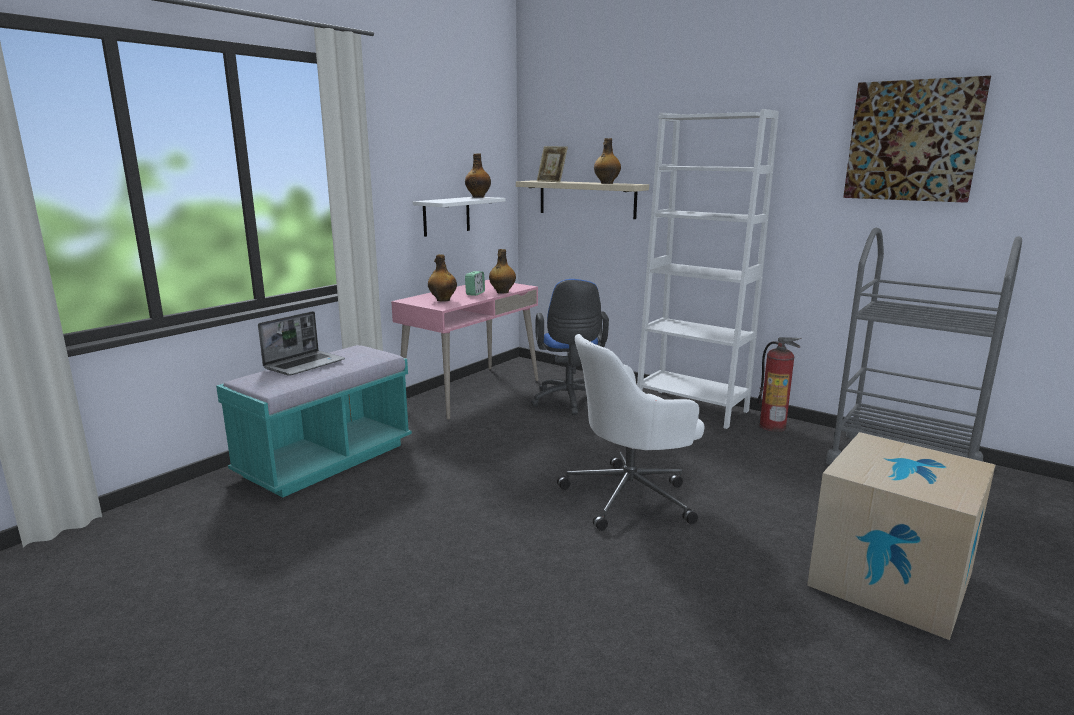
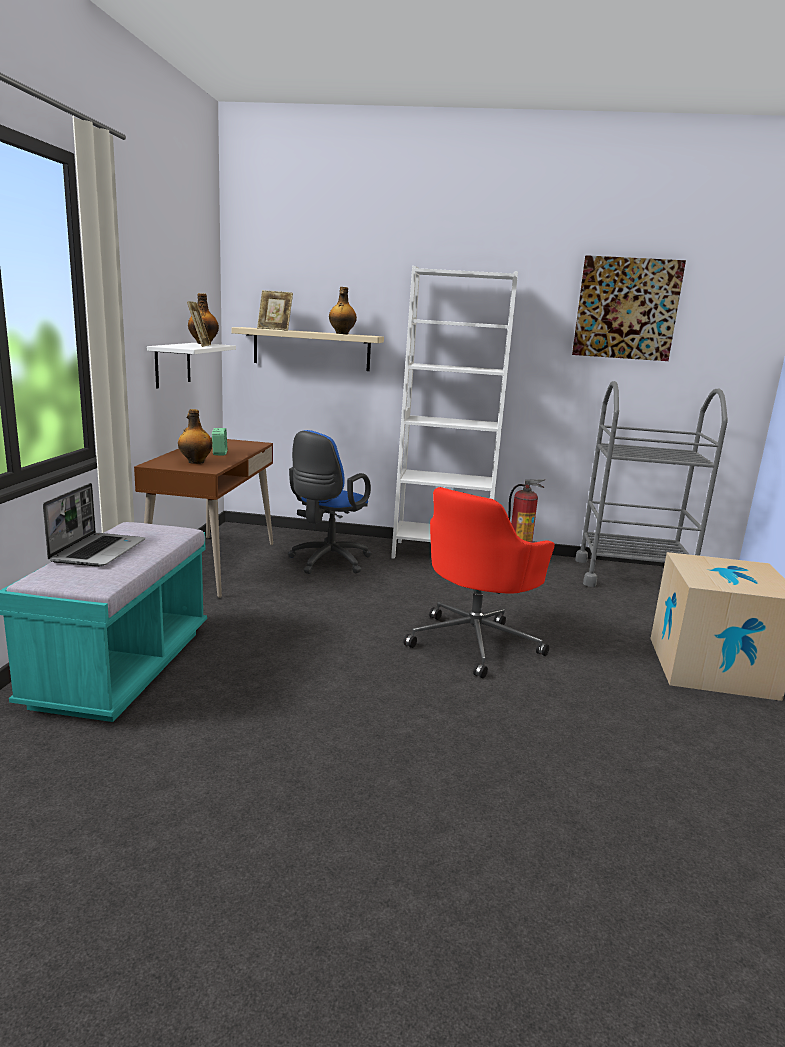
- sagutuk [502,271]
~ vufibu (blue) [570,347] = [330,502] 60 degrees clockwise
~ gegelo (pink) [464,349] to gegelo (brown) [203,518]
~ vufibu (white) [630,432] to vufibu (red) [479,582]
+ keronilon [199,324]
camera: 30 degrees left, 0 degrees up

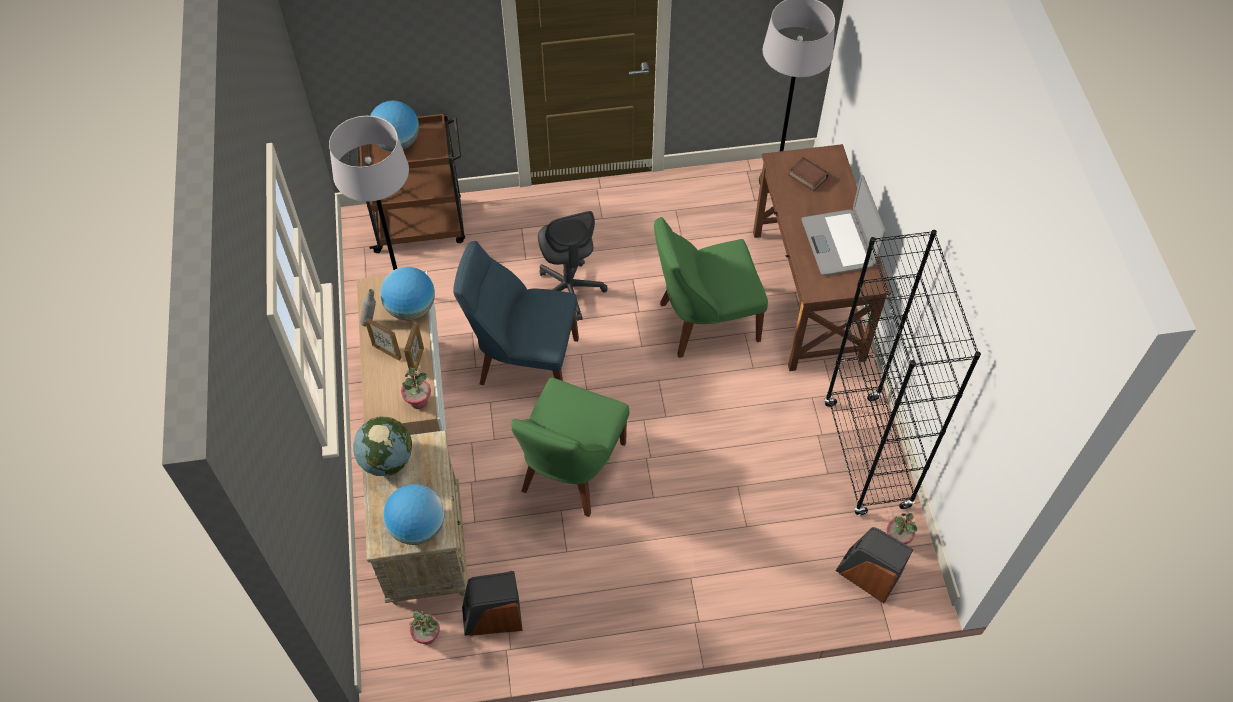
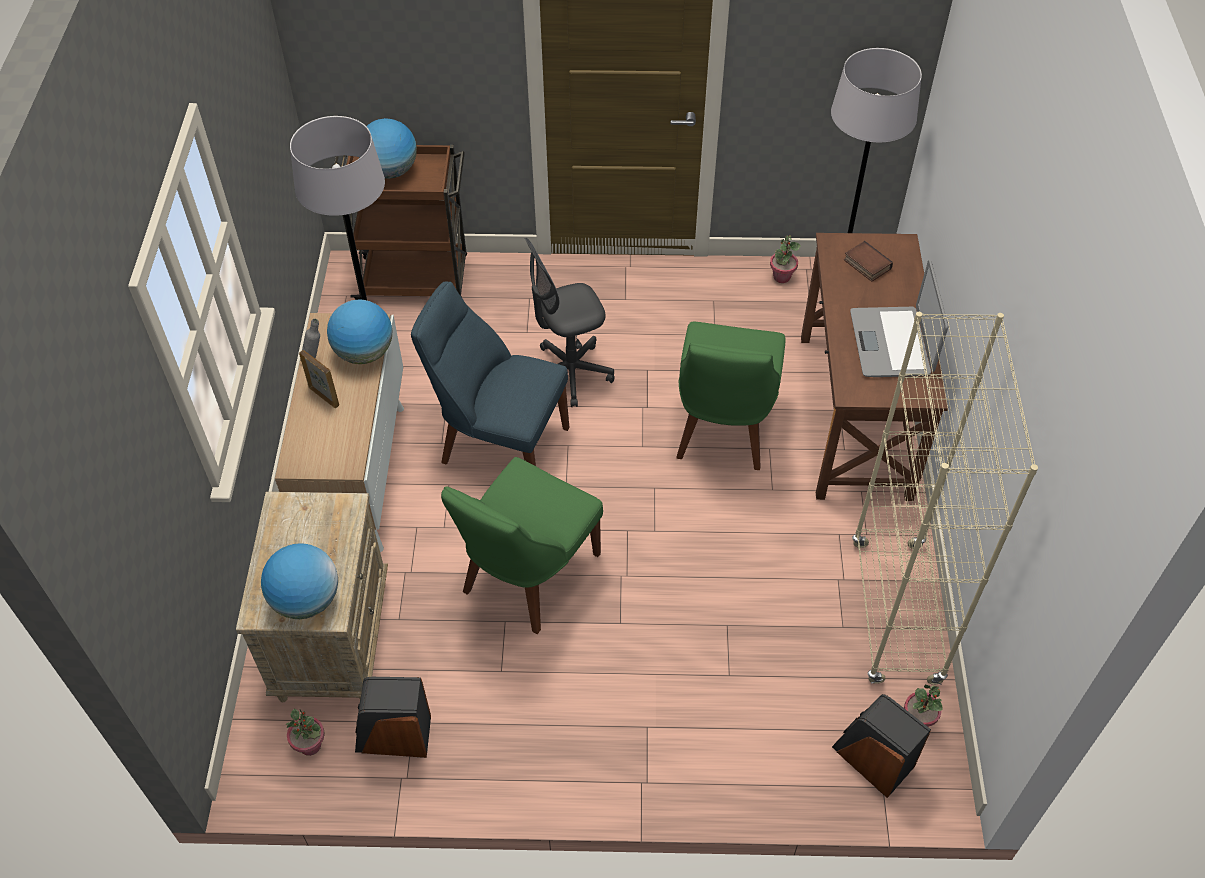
~ vufibu (grey) [572,266] = [570,322] 75 degrees clockwise
~ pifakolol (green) [711,287] = [731,396] 75 degrees counterclockwise
~ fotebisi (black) [902,373] to fotebisi (beige) [945,498]
- keronilon [414,347]
~ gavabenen [416,388] to [785,259]
- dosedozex [382,446]
camera: 10 degrees right, 5 degrees down

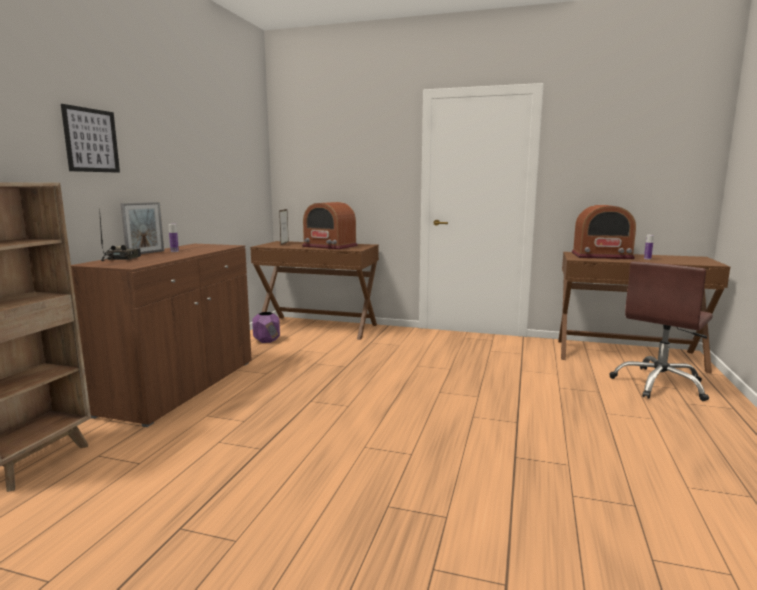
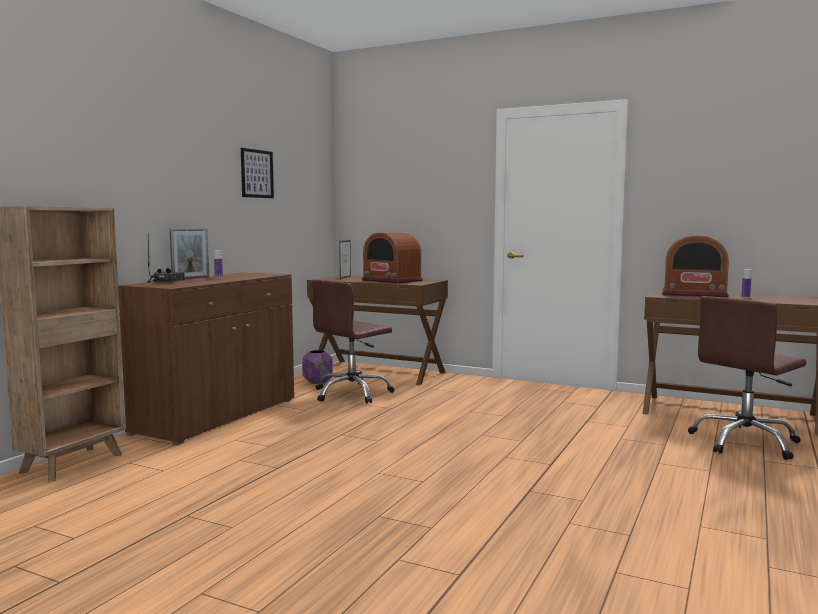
~ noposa [90,138] to [257,173]
+ vufibu (brown) [353,342]
camera: 10 degrees right, 5 degrees down

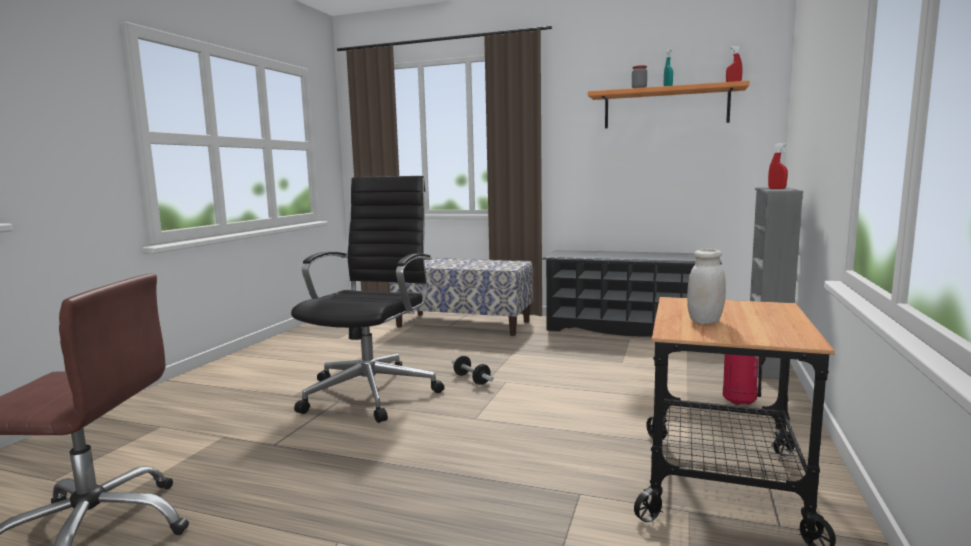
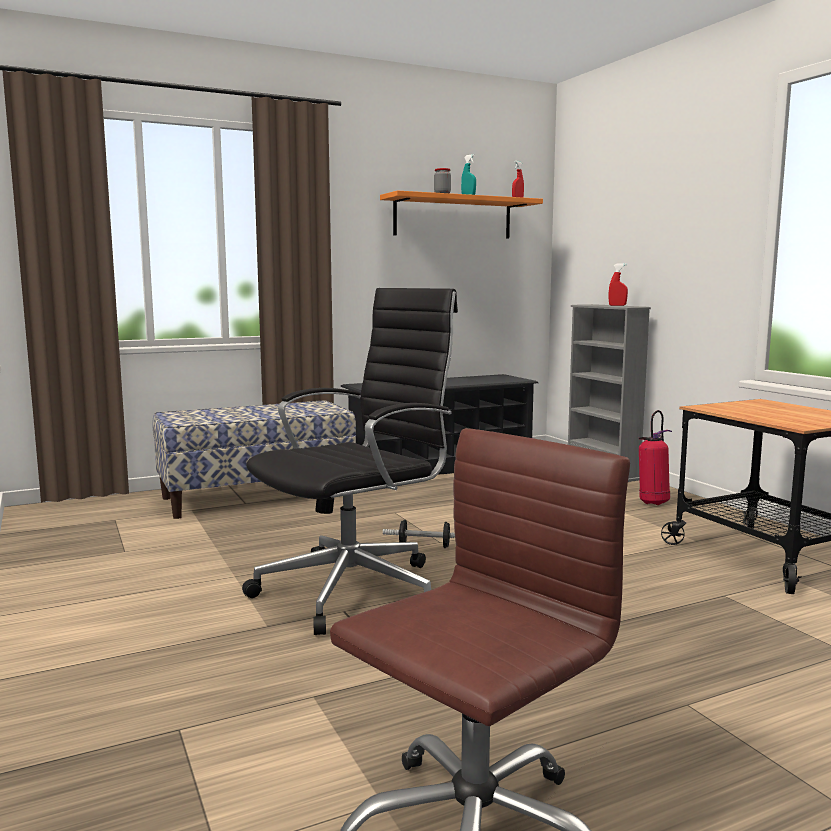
~ vufibu (black) [367,299] = [350,461] 75 degrees clockwise
- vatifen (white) [706,286]
camera: 45 degrees left, 0 degrees up

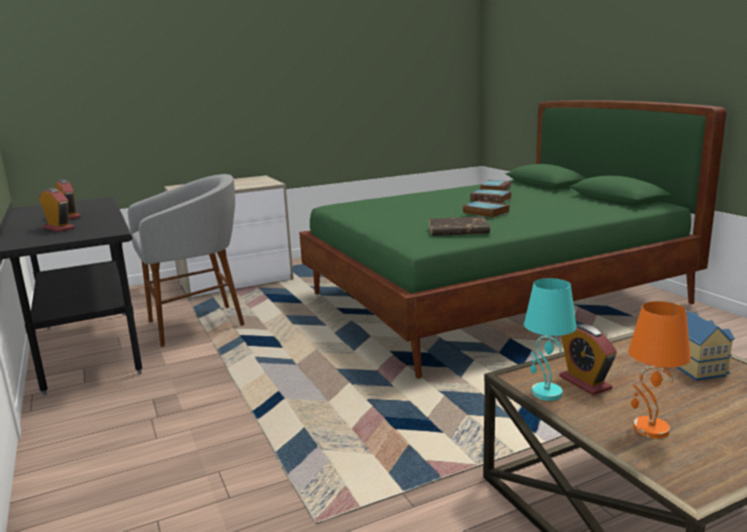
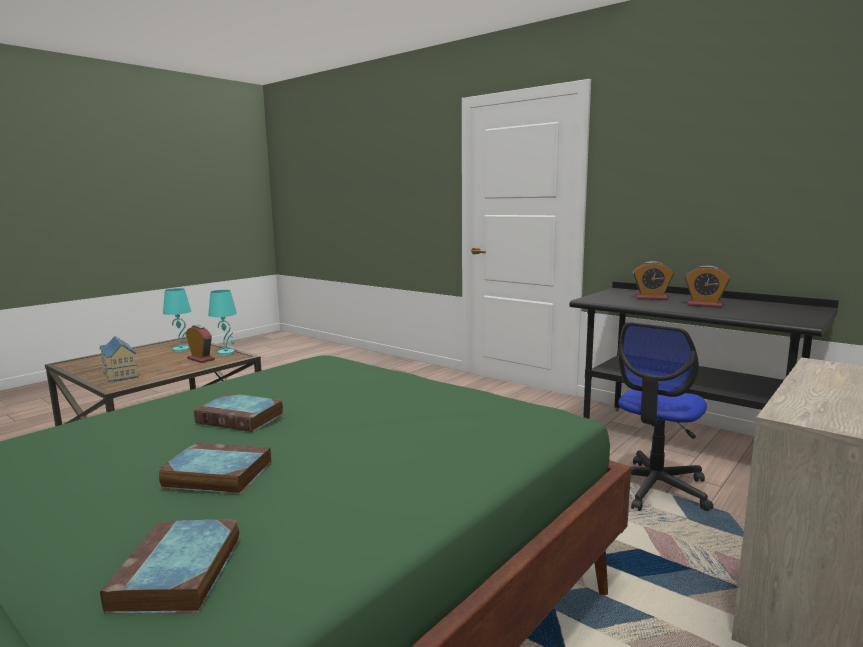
~ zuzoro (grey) [186,260] to vufibu [665,416]
- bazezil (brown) [459,226]
~ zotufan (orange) [659,370] to zotufan (turquoise) [177,320]
camera: 155 degrees right, 5 degrees down

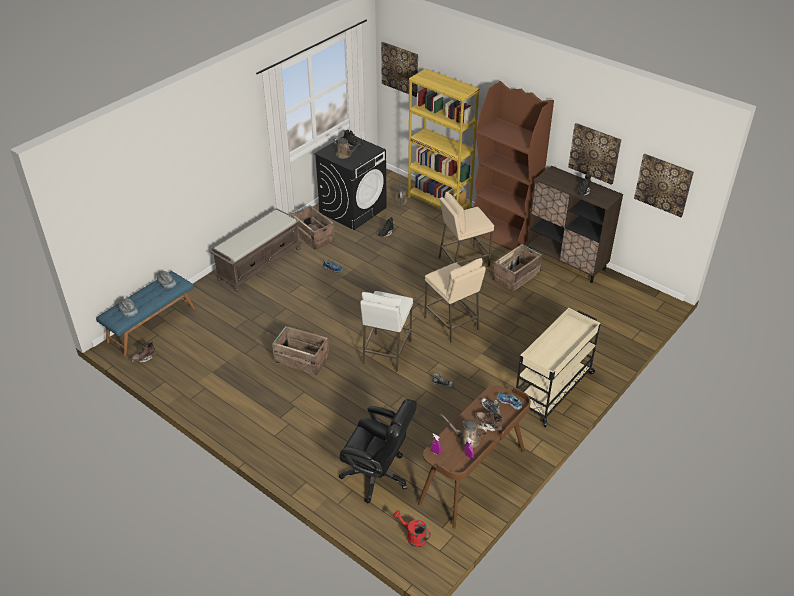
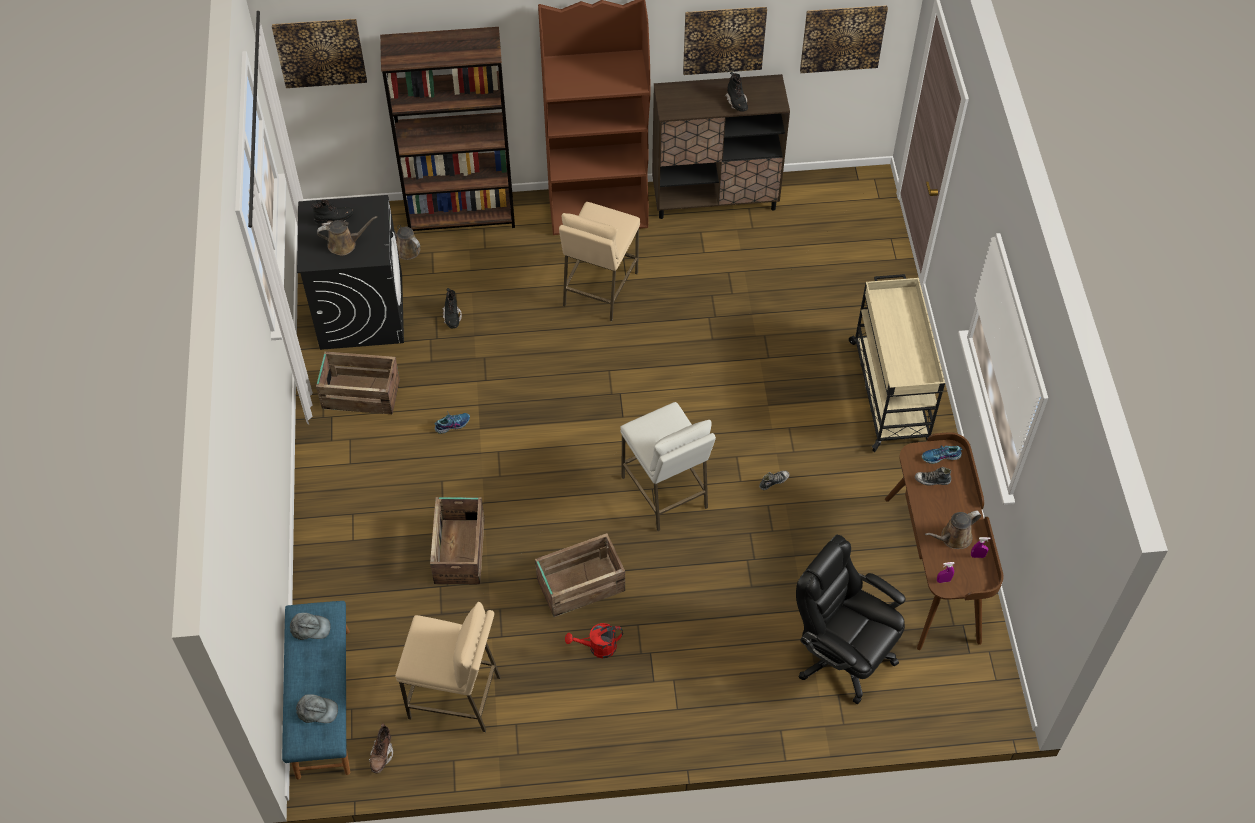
~ fotebisi (yellow) [444,139] to fotebisi (brown) [447,129]
- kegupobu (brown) [256,249]
~ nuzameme [517,268] to [457,540]
~ zuzoro (beige) [455,300] to [448,667]
~ vufibu (black) [378,451] = [850,619] 120 degrees counterclockwise
- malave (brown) [489,421]
~ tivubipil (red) [412,528] to [594,640]
camera: 45 degrees left, 15 degrees up

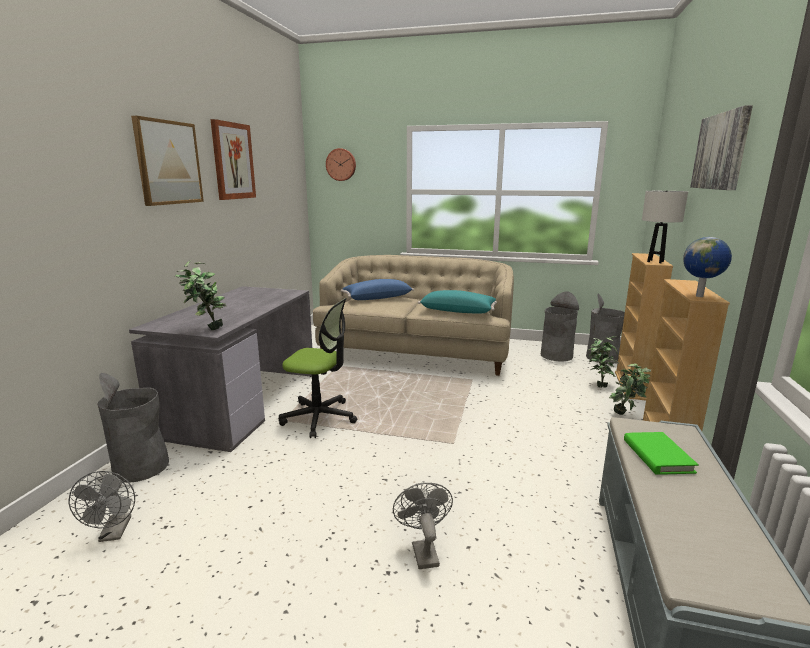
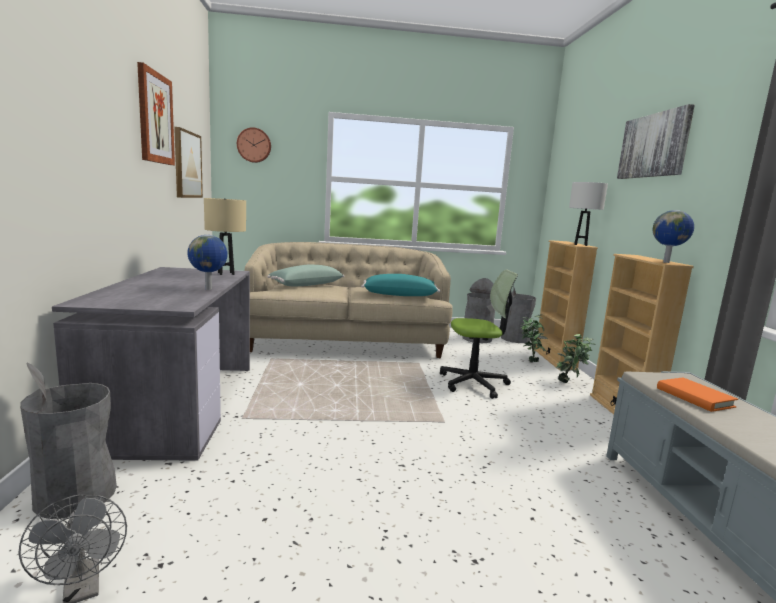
~ noposa [167,161] to [188,162]
- gavabenen [201,295]
~ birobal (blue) [377,289] to birobal (green) [305,275]
~ vufibu [318,368] to [479,334]
~ bazezil (green) [661,453] to bazezil (orange) [697,395]
- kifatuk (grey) [423,526]
+ zotufan (beige) [225,236]
+ dosedozex [207,262]
camera: 20 degrees left, 5 degrees down

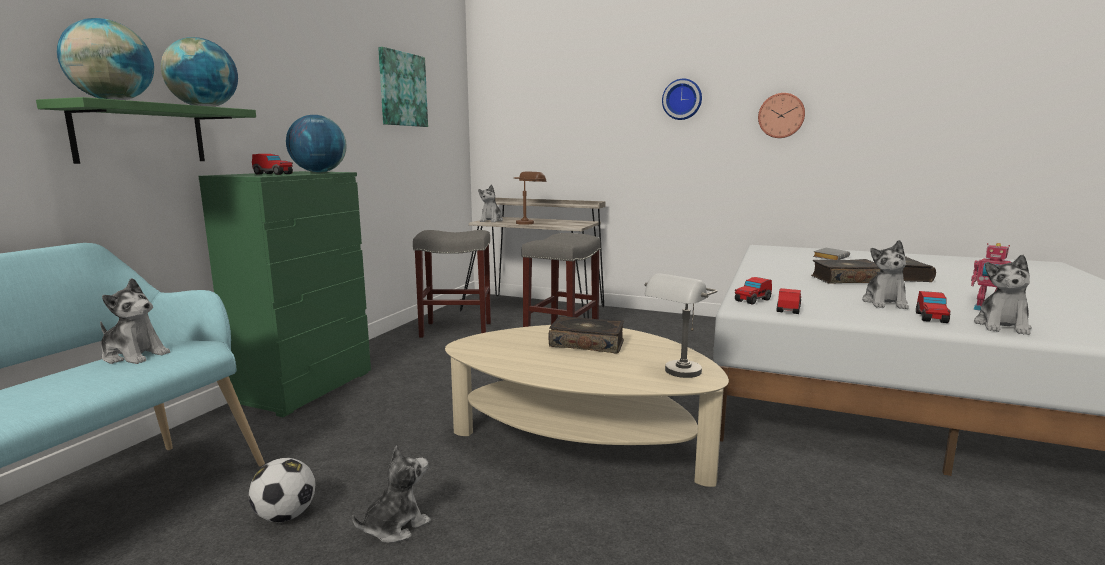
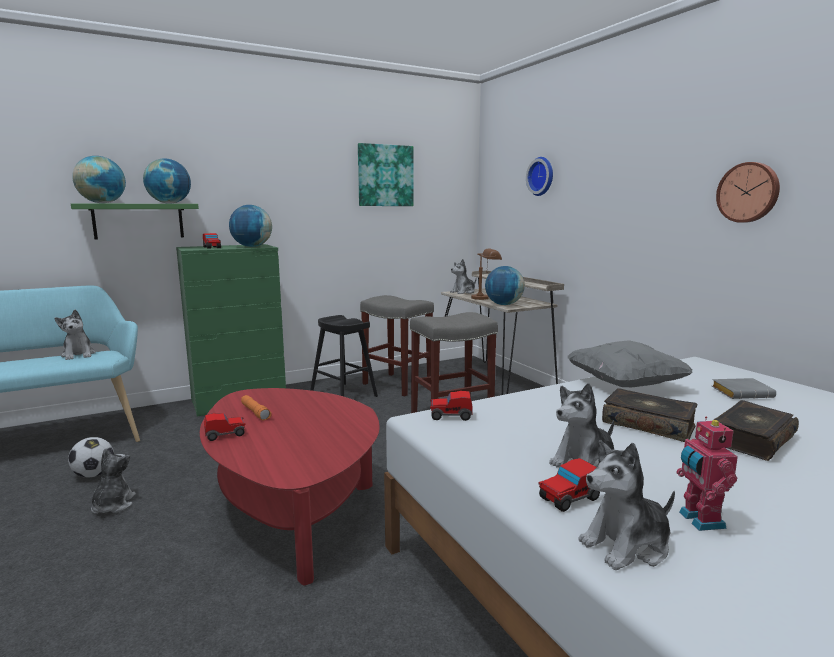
~ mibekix [682,99] to [539,176]
- zotufan (grey) [681,325]
~ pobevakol [789,301] to [225,427]
- bazezil [586,335]
~ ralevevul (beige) [587,406] to ralevevul (red) [290,487]
~ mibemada [391,494] = [113,481] 90 degrees counterclockwise
+ dosedozex [505,285]
+ zuzoro (black) [344,356]
+ birobal (grey) [630,363]
+ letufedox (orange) [256,407]
camera: 40 degrees right, 0 degrees up

